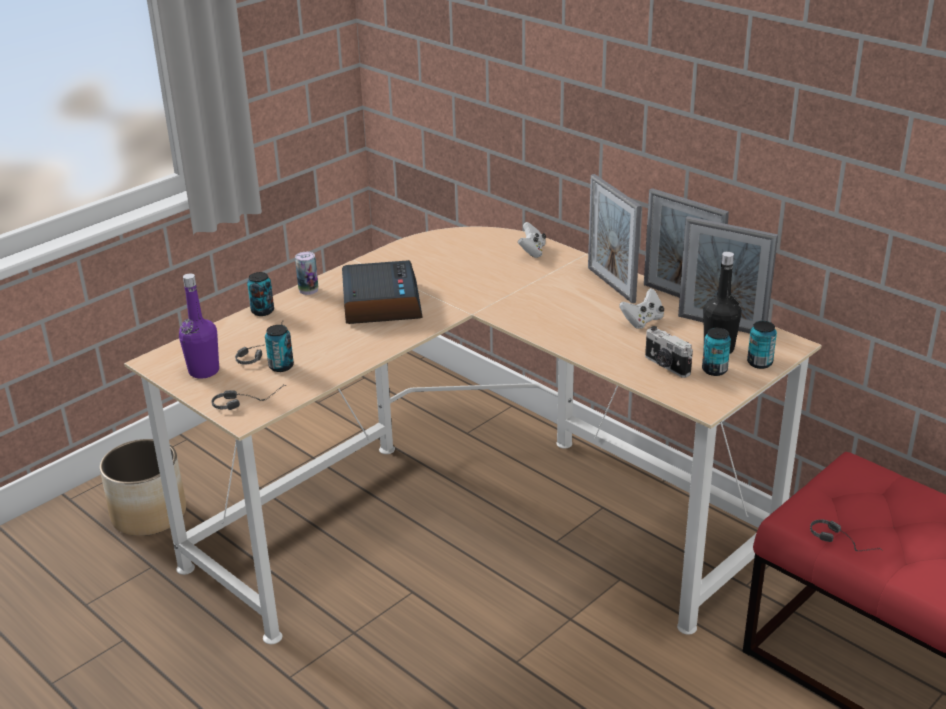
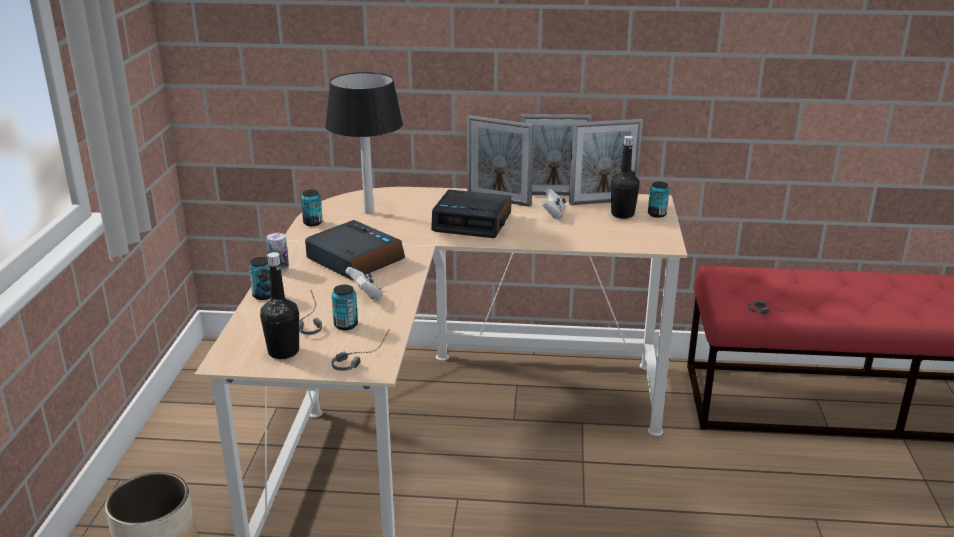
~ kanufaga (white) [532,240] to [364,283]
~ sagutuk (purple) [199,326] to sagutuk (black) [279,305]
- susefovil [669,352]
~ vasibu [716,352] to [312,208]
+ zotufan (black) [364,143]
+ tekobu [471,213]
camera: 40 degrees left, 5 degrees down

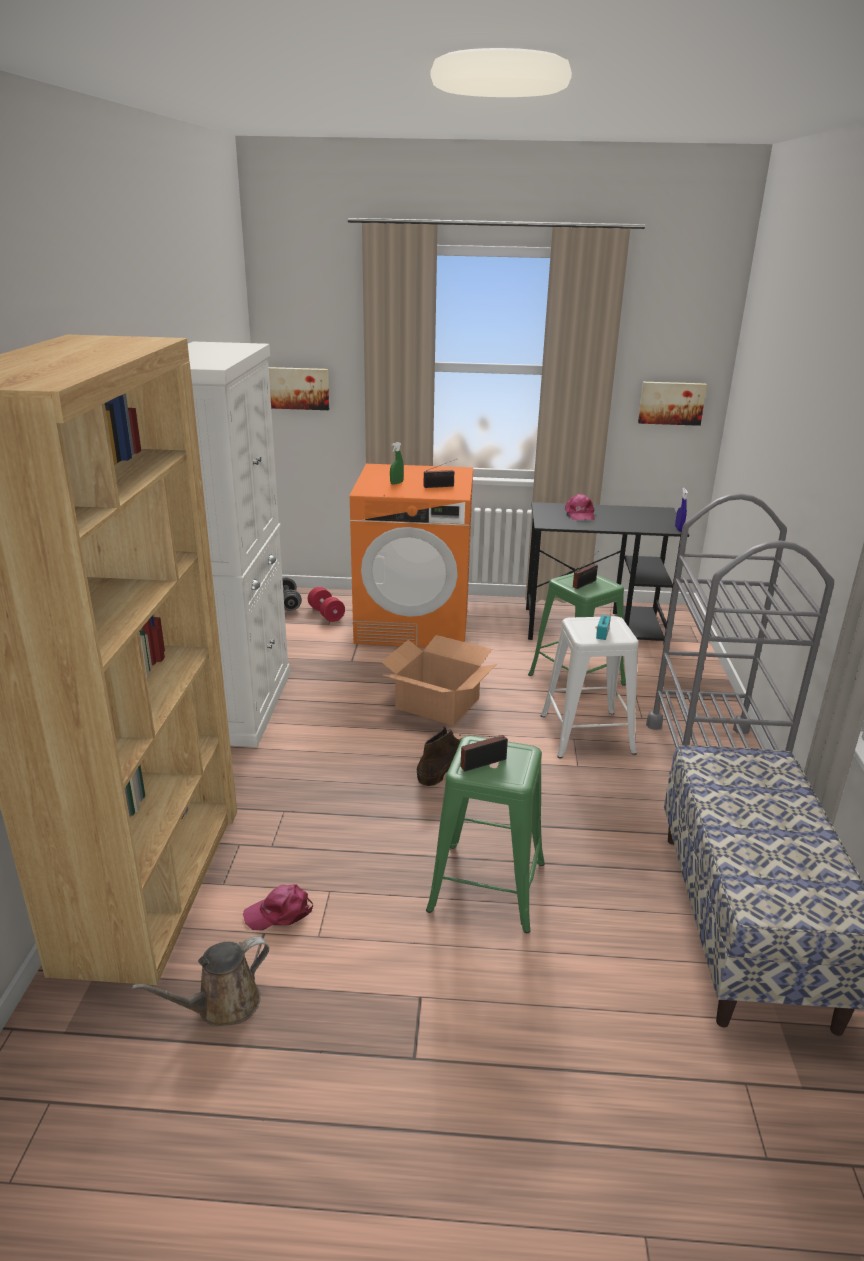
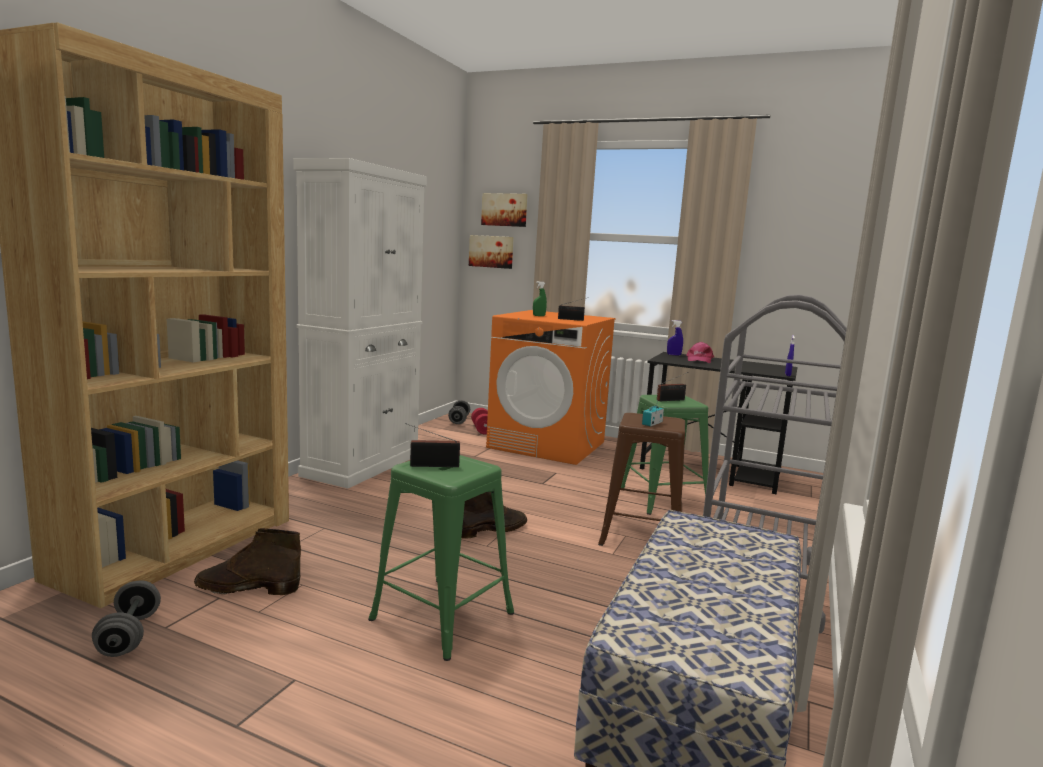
~ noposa [672,404] to [504,210]
~ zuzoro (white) [590,687] to zuzoro (brown) [641,479]
- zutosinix [439,680]
~ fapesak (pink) [278,907] to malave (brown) [247,561]
~ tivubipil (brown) [200,981] to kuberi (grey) [126,619]
+ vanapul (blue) [675,338]
camera: 20 degrees right, 15 degrees down

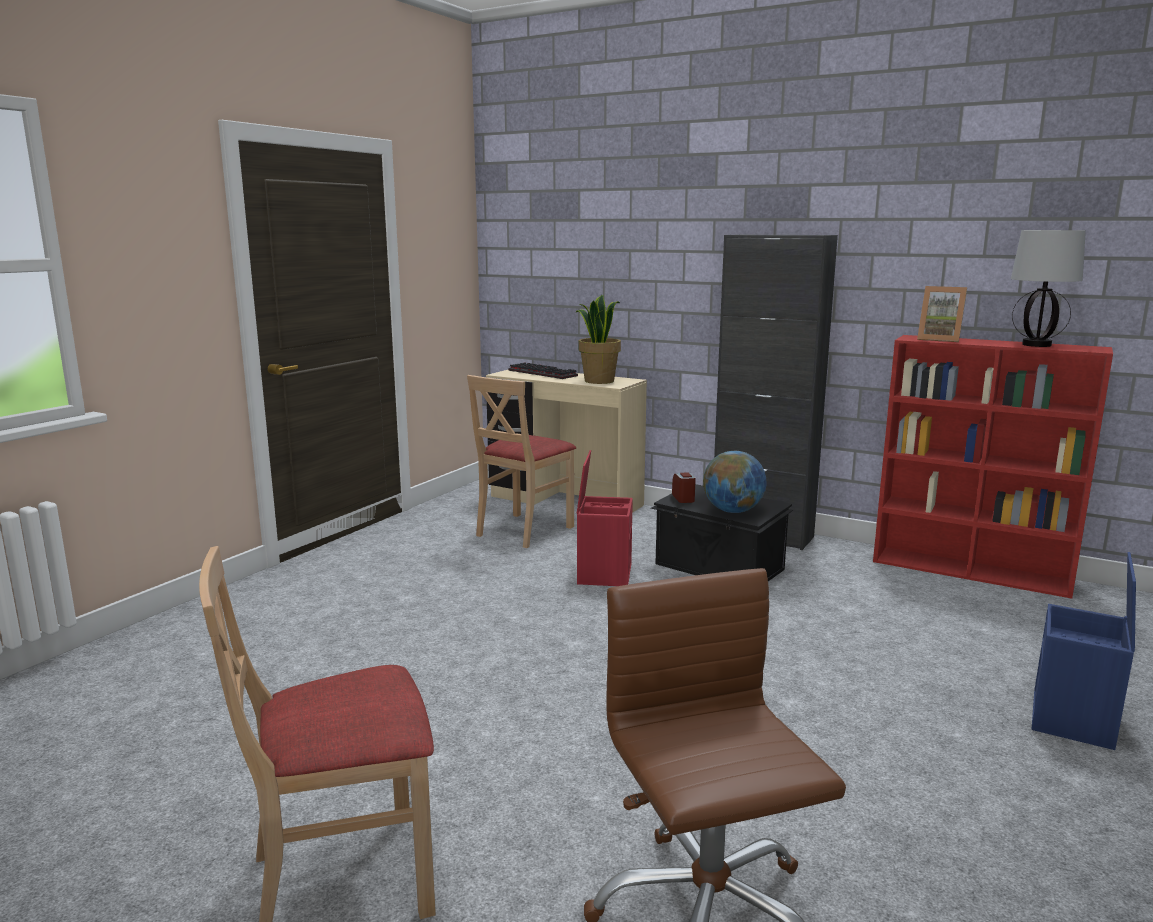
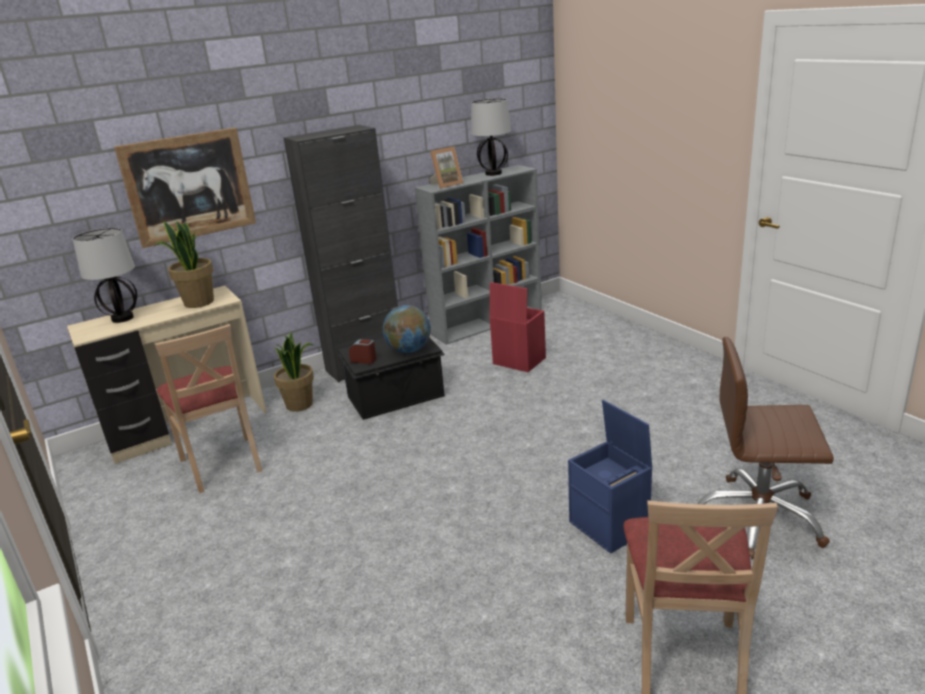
~ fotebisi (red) [993,467] to fotebisi (grey) [478,255]
~ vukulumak [543,370] to zotufan [105,275]
~ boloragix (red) [605,518] to [518,327]
~ boloragix (blue) [1084,651] to [610,476]
+ noposa [185,187]
+ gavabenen [294,372]
camera: 60 degrees left, 10 degrees up

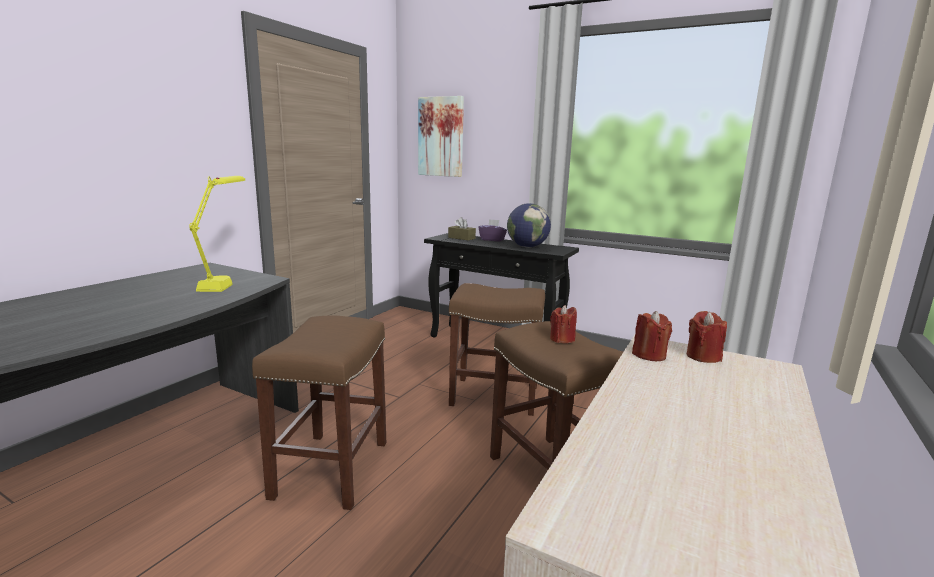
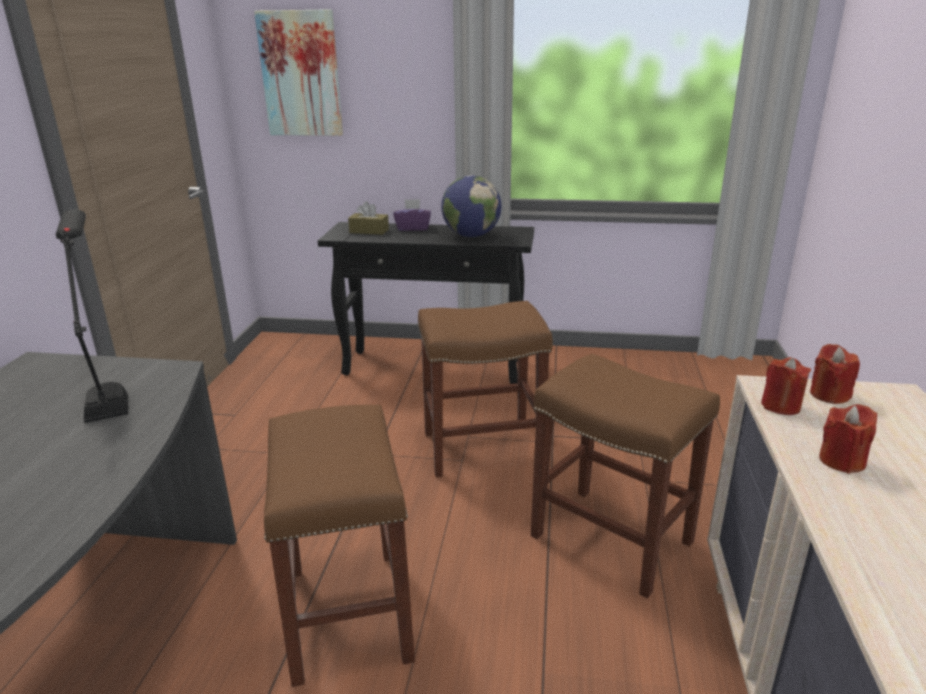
~ zotufan (yellow) [217,234] to zotufan (black) [92,316]
~ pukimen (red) [563,324] to [848,439]
camera: 20 degrees left, 10 degrees up

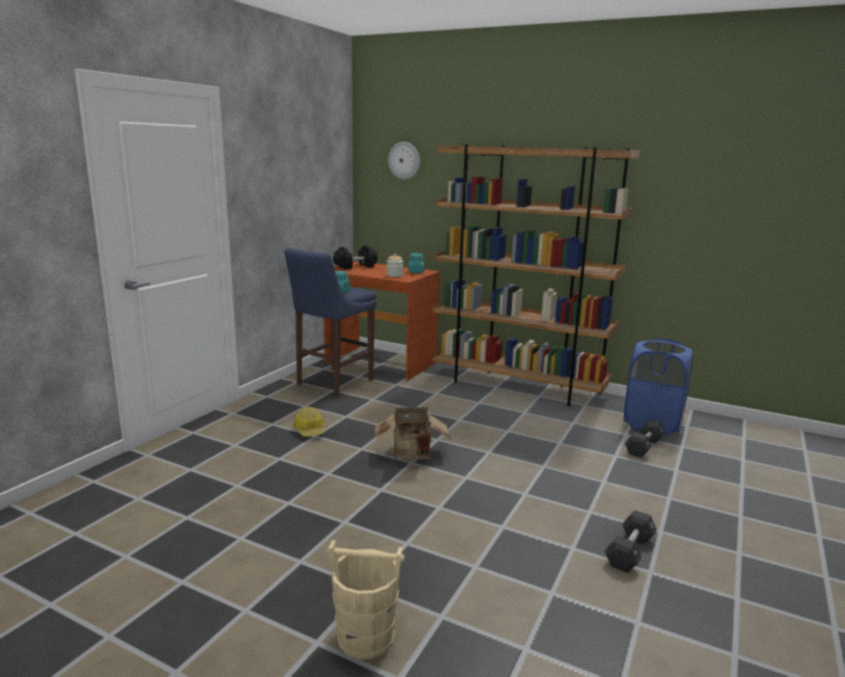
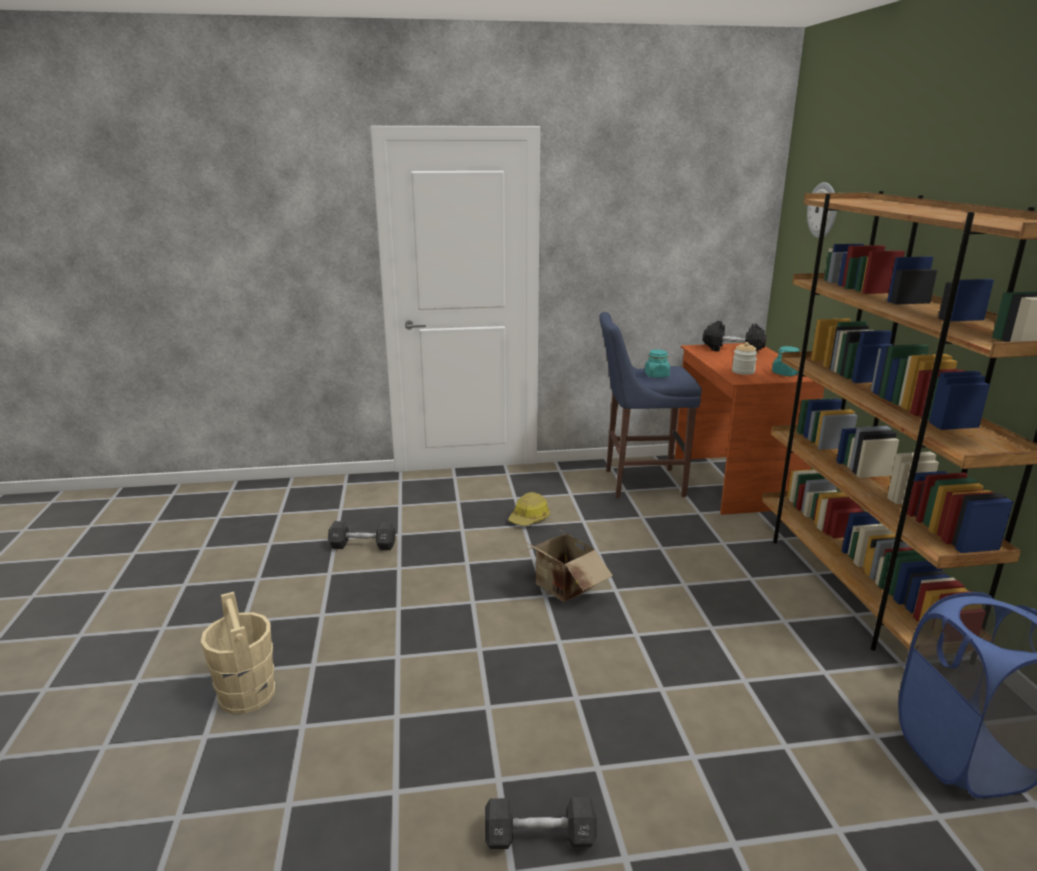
~ kuberi (black) [645,438] to [362,535]
camera: 55 degrees right, 5 degrees up

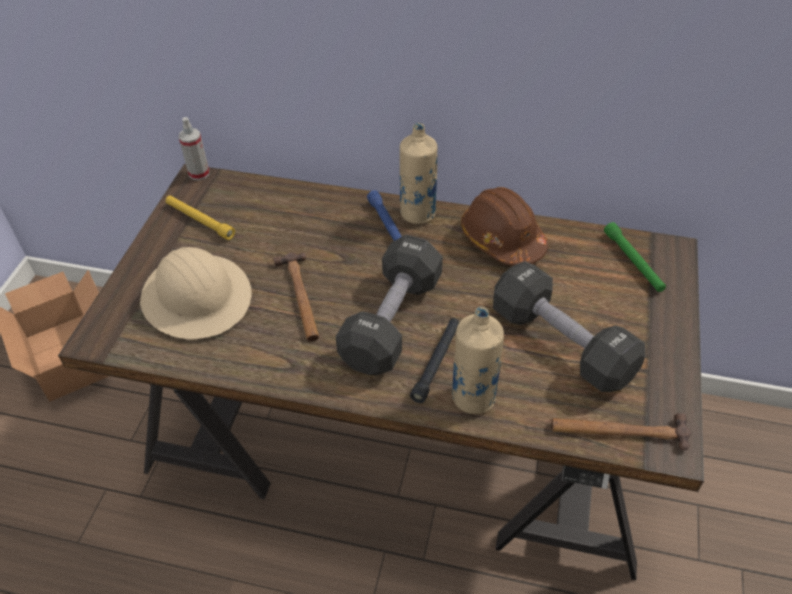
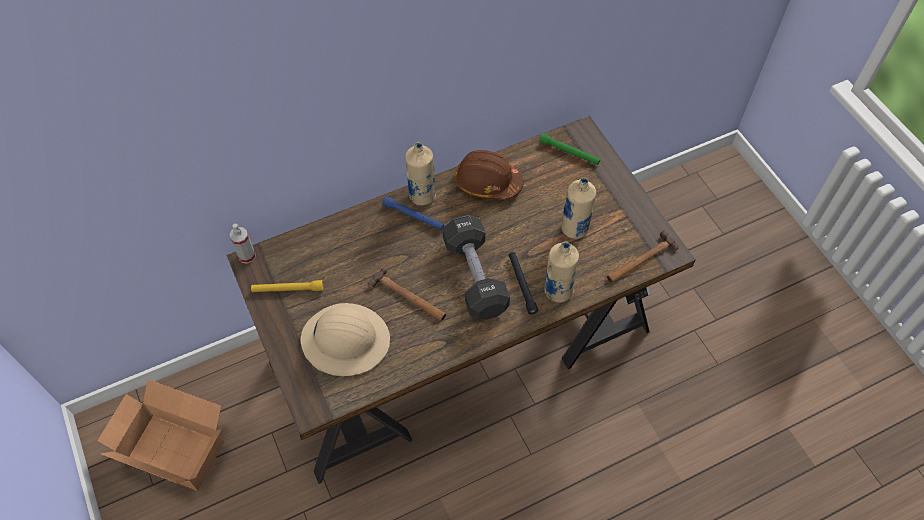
~ kuberi (black) [569,326] to sagutuk (beige) [578,208]
camera: 40 degrees left, 10 degrees up

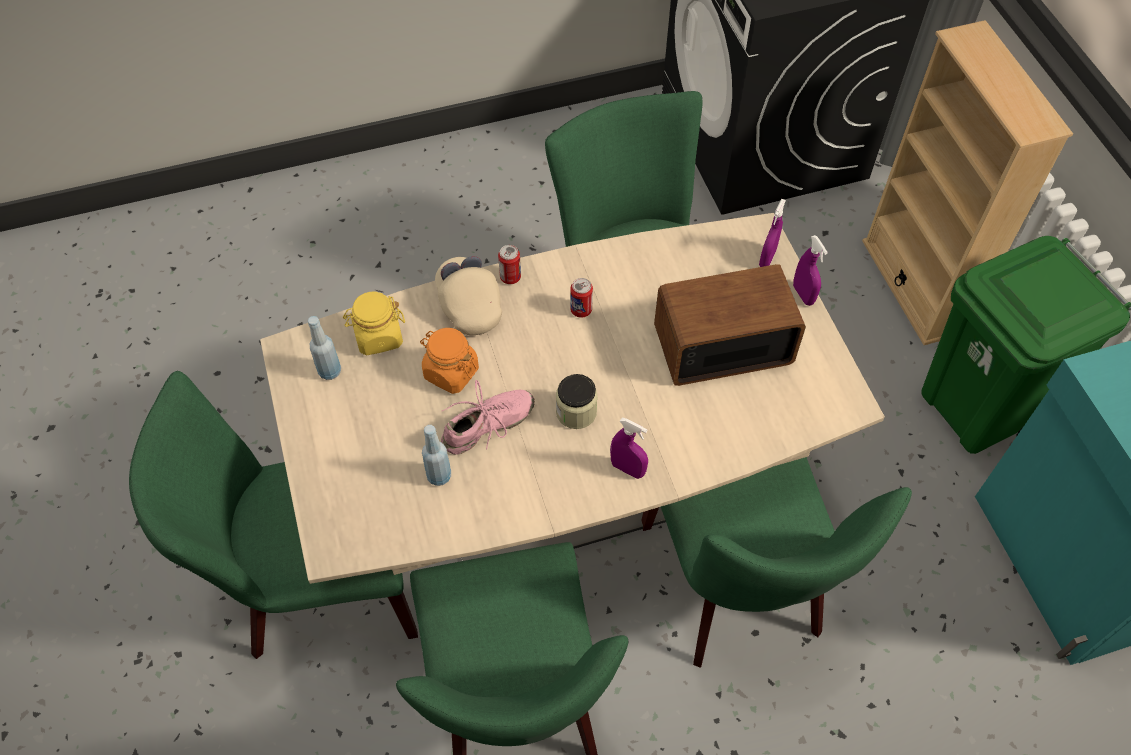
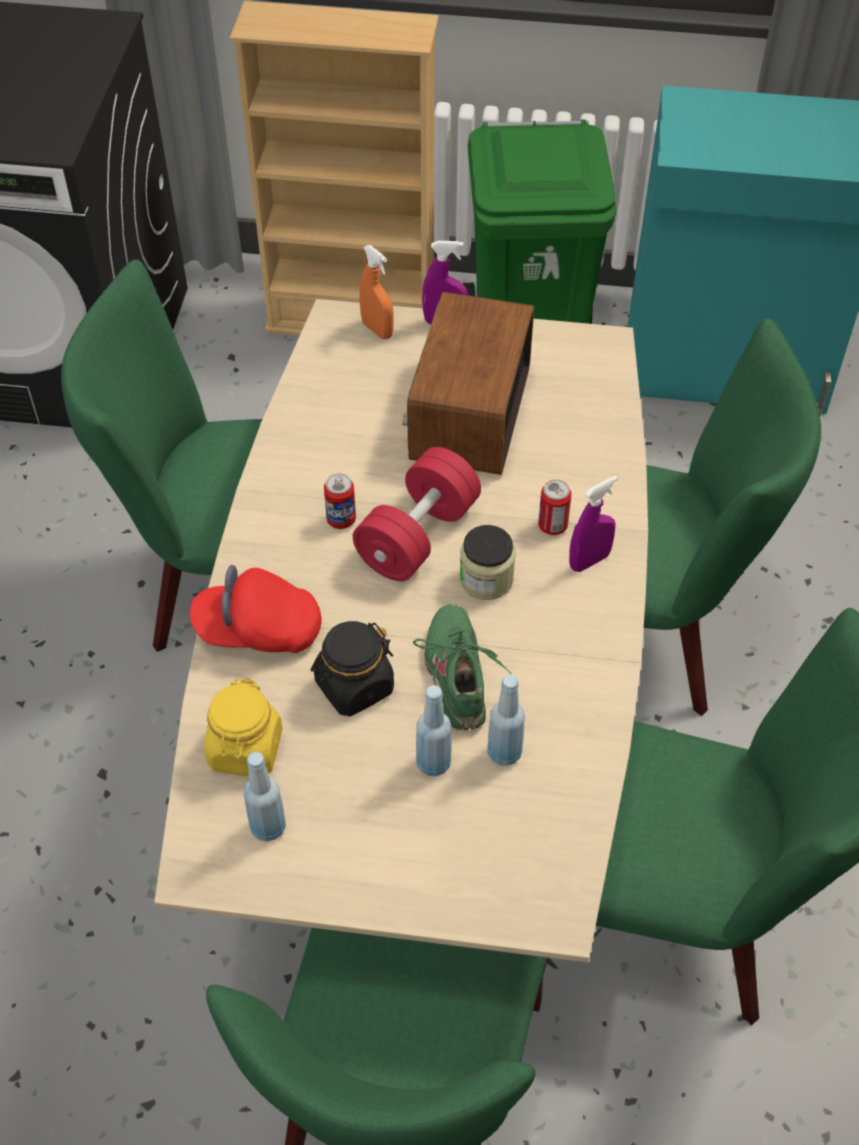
~ vanapul (purple) [772,233] to vanapul (orange) [376,292]
~ vasibu [509,264] to [555,507]
~ fapesak (beige) [468,295] to fapesak (red) [256,609]
~ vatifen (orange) [449,361] to vatifen (black) [352,668]
~ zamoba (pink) [488,417] to zamoba (green) [462,667]
+ kuberi (red) [417,514]
+ sagutuk (blue) [434,730]
camera: 65 degrees left, 5 degrees down

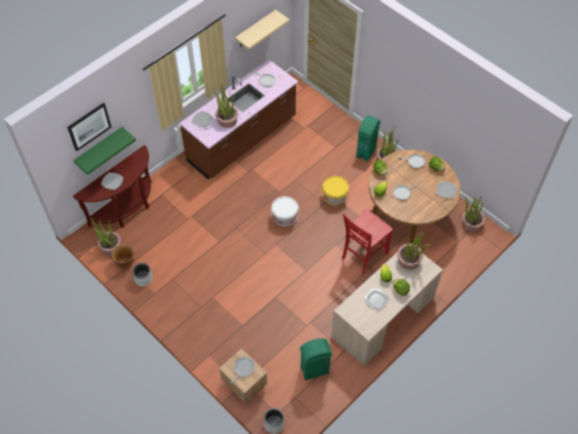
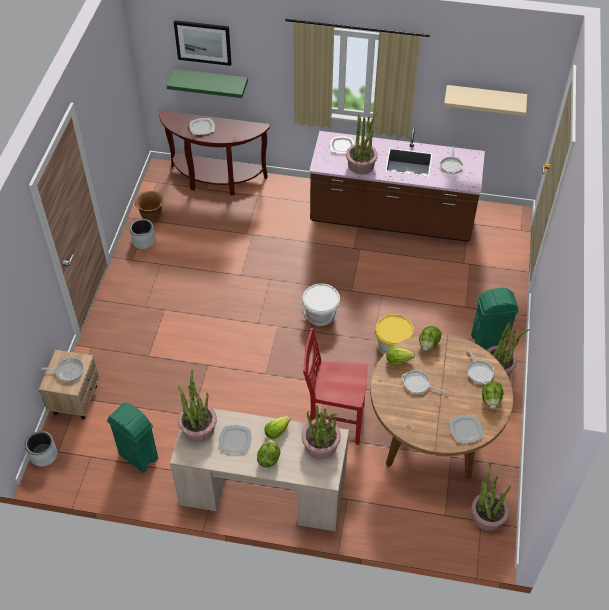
~ gavabenen [105,236] to [197,405]
camera: 55 degrees right, 5 degrees down

